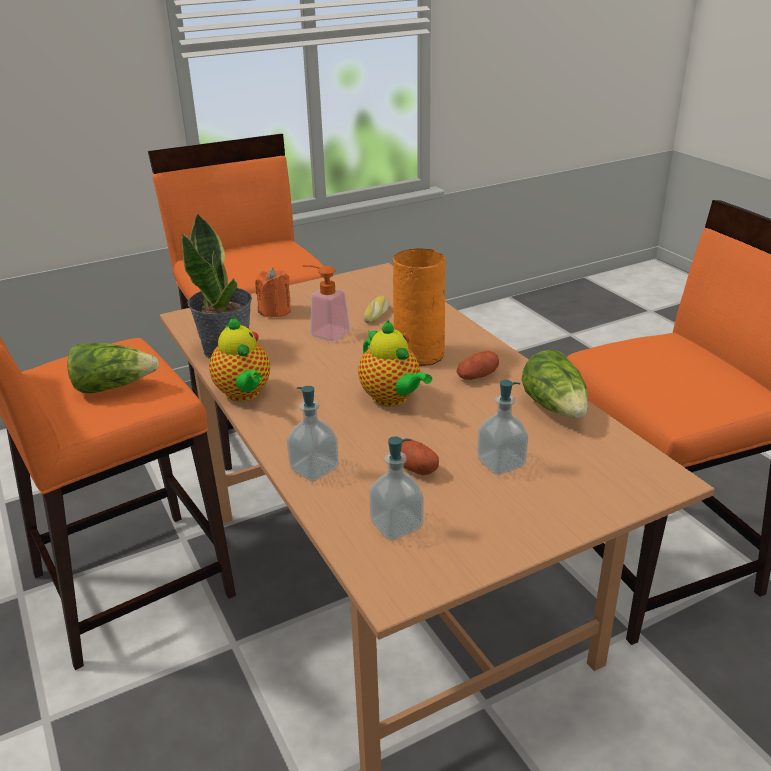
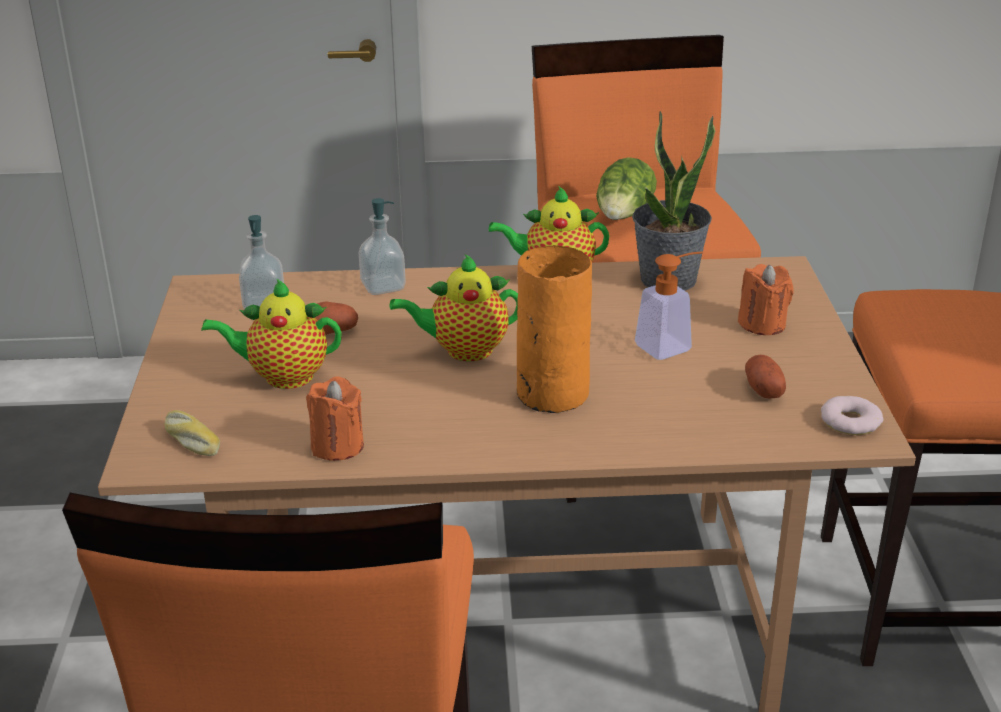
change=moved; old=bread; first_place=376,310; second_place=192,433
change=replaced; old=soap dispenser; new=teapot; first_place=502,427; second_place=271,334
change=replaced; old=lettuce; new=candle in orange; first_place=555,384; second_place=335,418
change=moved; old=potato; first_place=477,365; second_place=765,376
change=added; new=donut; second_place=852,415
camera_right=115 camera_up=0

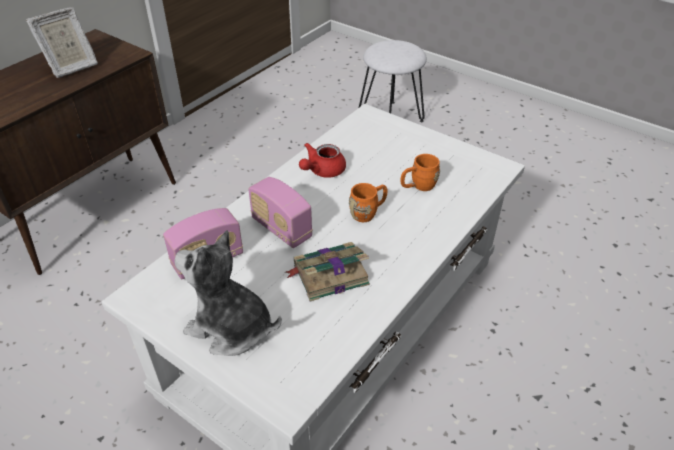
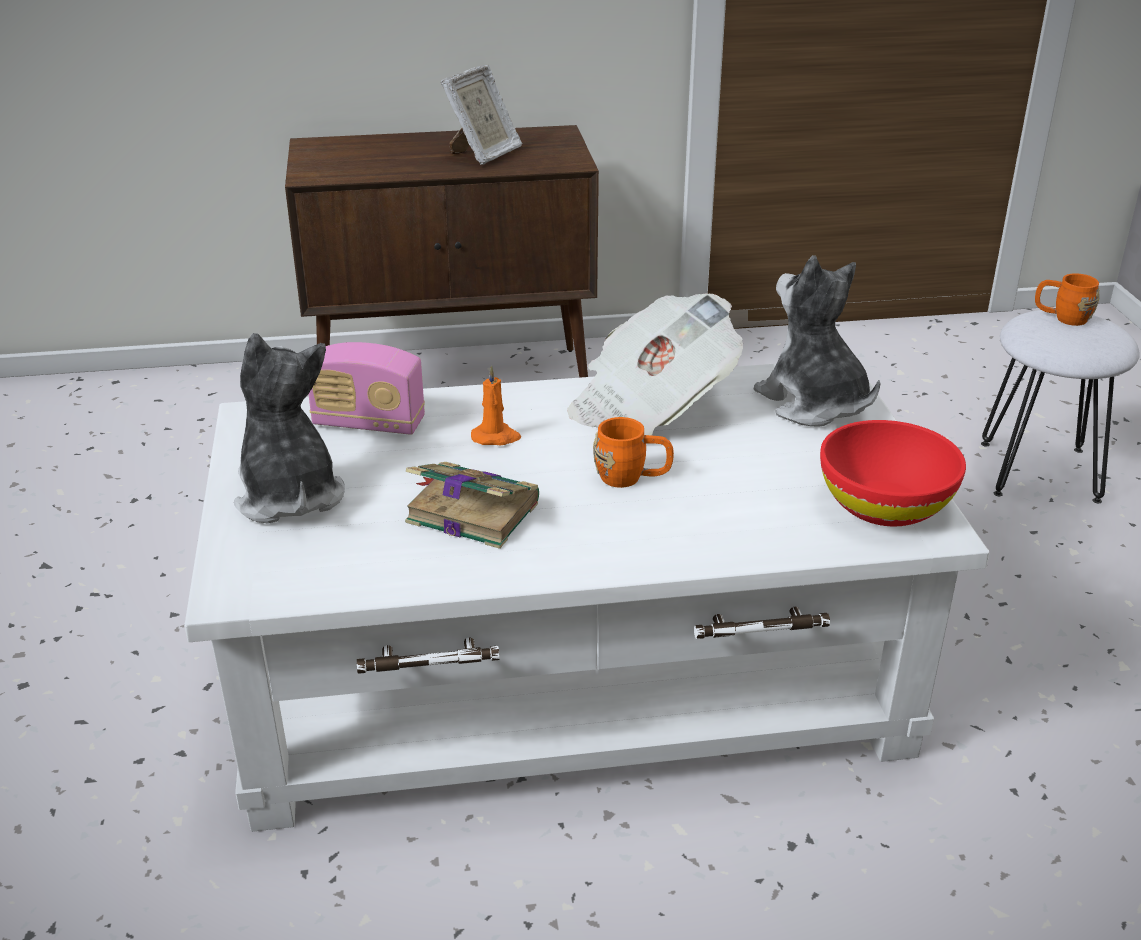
change=turned; old=picture frame; first_place=62,42; second_place=481,114; degrees=-60
change=replaced; old=radio; new=candle in orange; first_place=280,212; second_place=496,405
change=replaced; old=teapot in red; new=newspaper; first_place=322,160; second_place=655,364
change=added; new=plush toy; second_place=817,341
change=added; new=bowl in red; second_place=893,473
change=moved; old=mug in orange; first_place=420,172; second_place=1067,299
camera_right=45 camera_up=-10

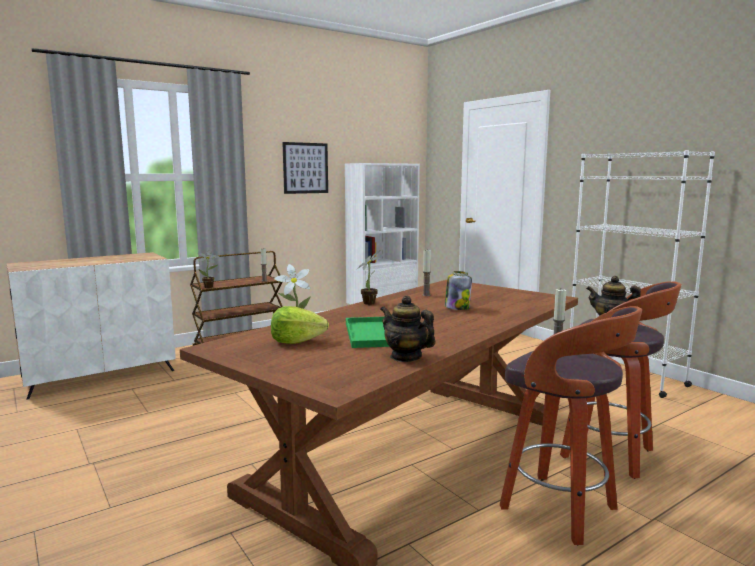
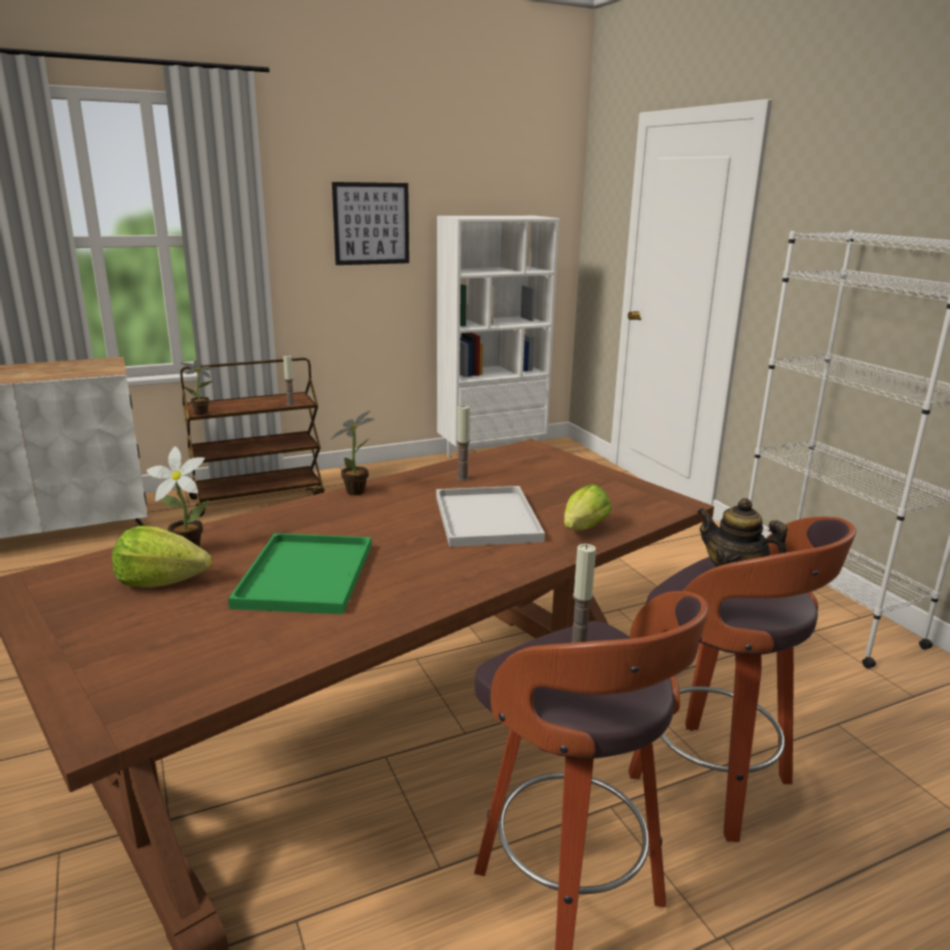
change=replaced; old=jar; new=tray in white; first_place=458,290; second_place=490,516
change=added; new=lettuce; second_place=588,507
change=removed; old=teapot; first_place=408,328
camera_right=10 camera_up=10

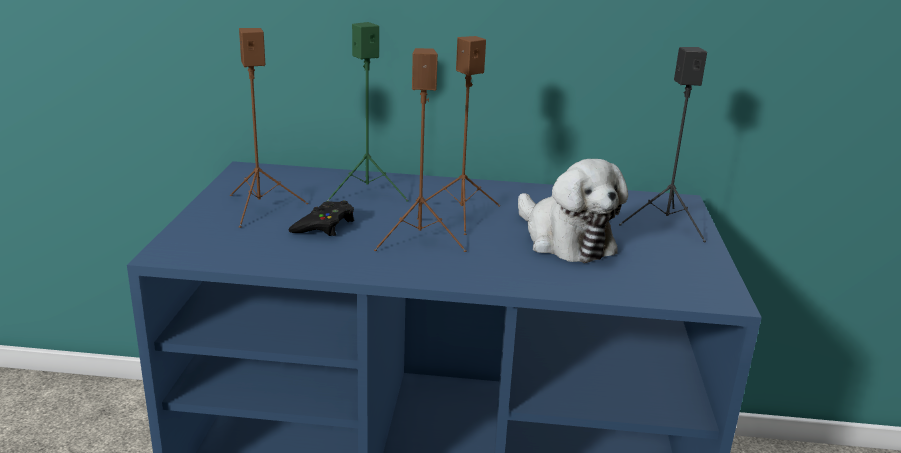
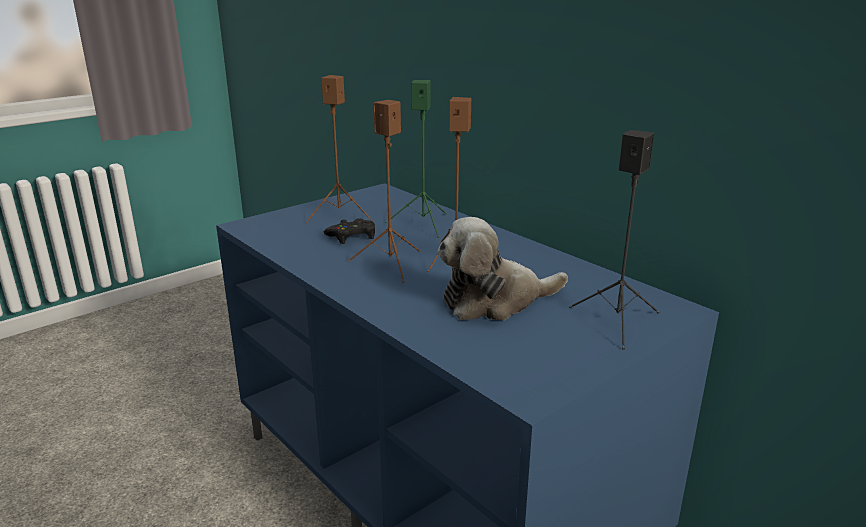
change=turned; old=plush toy; first_place=573,211; second_place=502,268; degrees=60
camera_right=45 camera_up=0

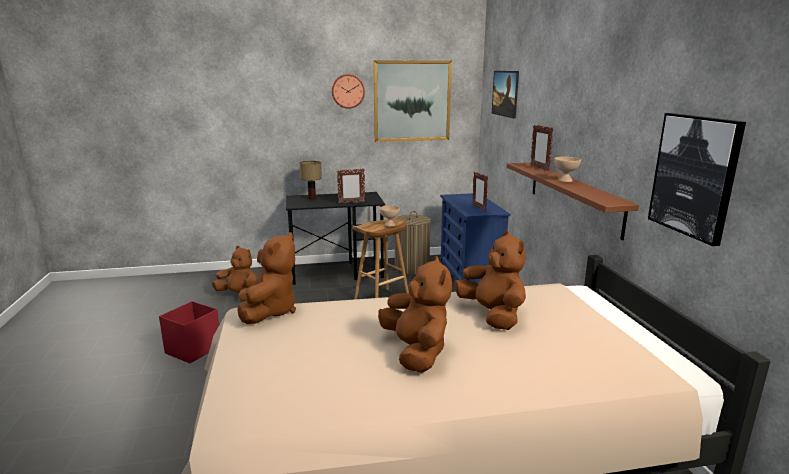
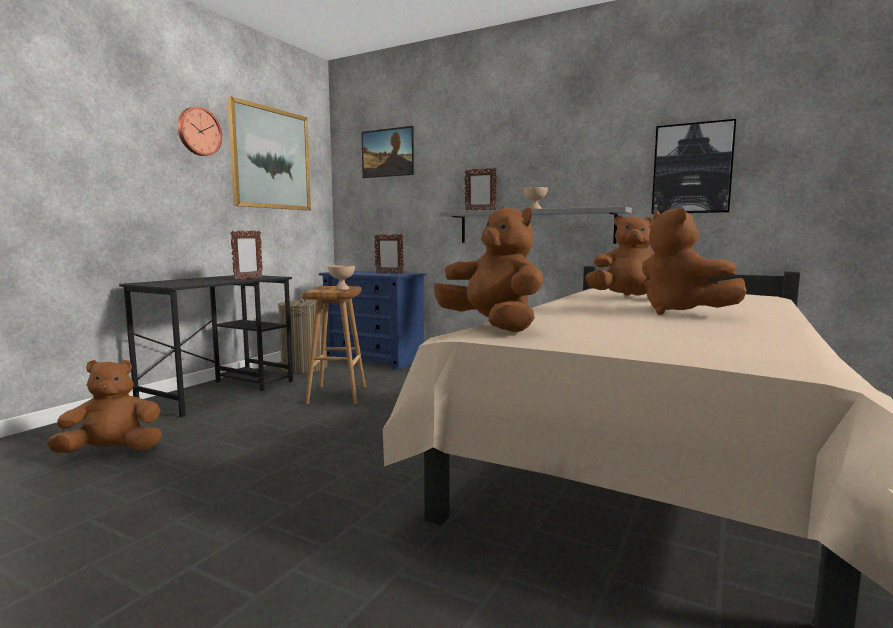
change=recoloured; old=shelf in brown; new=shelf in grey; first_place=573,201; second_place=536,225
change=turned; old=plush toy in brown; first_place=415,314; second_place=694,260; degrees=-135
change=removed; old=storage box in red; first_place=189,332
change=removed; old=table lamp; first_place=310,180
camera_right=-50 camera_up=-10

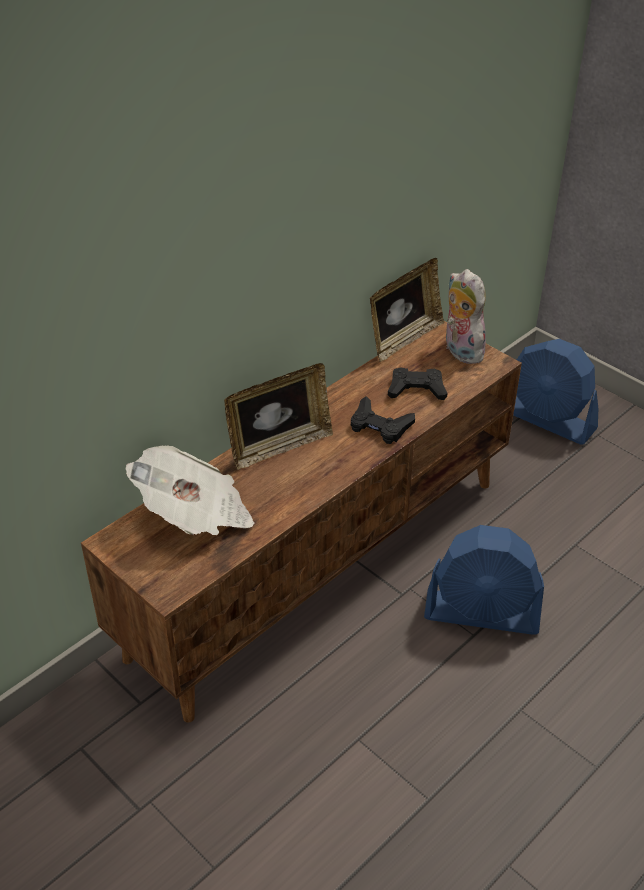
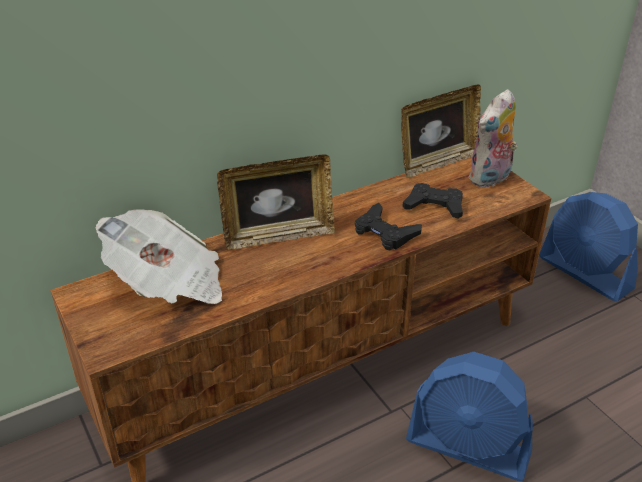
change=turned; old=plush toy; first_place=466,316; second_place=493,138; degrees=-120
camera_right=15 camera_up=-5

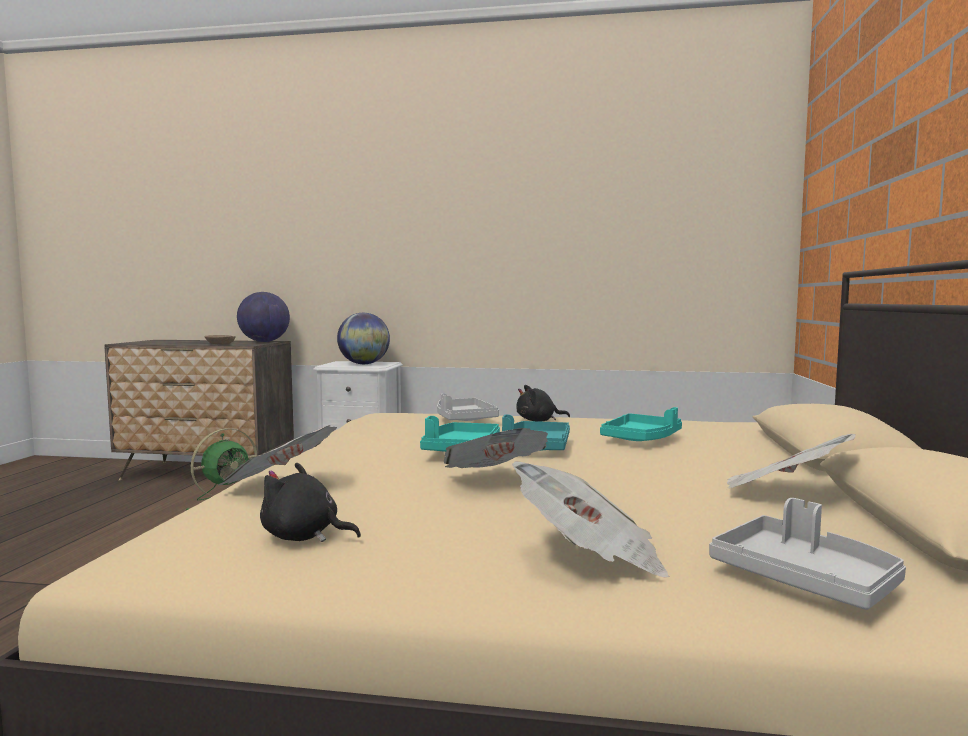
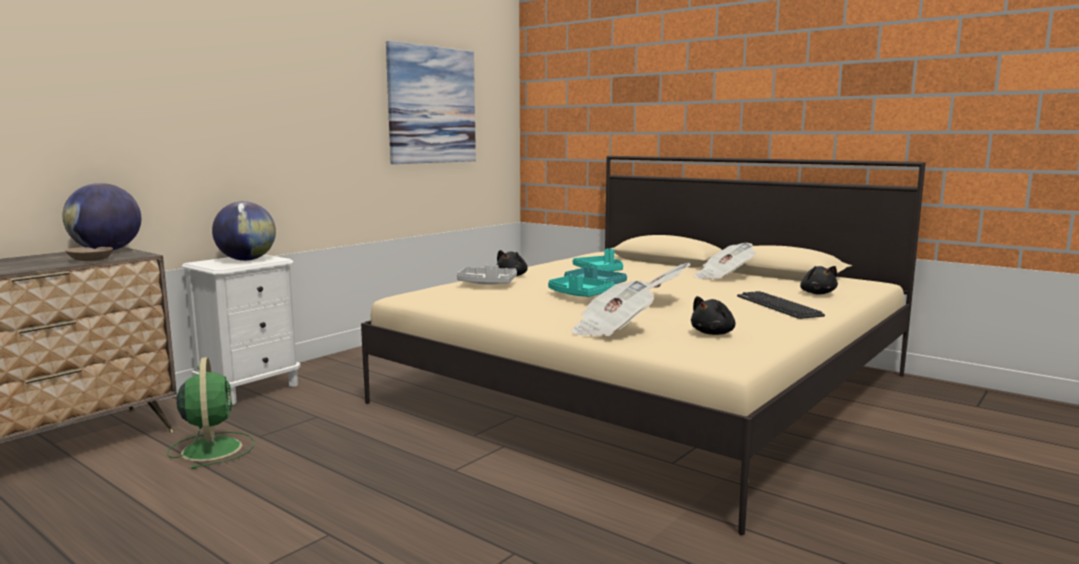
change=added; new=picture; second_place=431,102
change=replaced; old=newspaper; new=keyboard; first_place=591,519; second_place=781,305
change=replaced; old=tray in grey; new=plush toy in black; first_place=807,554; second_place=819,280
camera_right=-60 camera_up=5

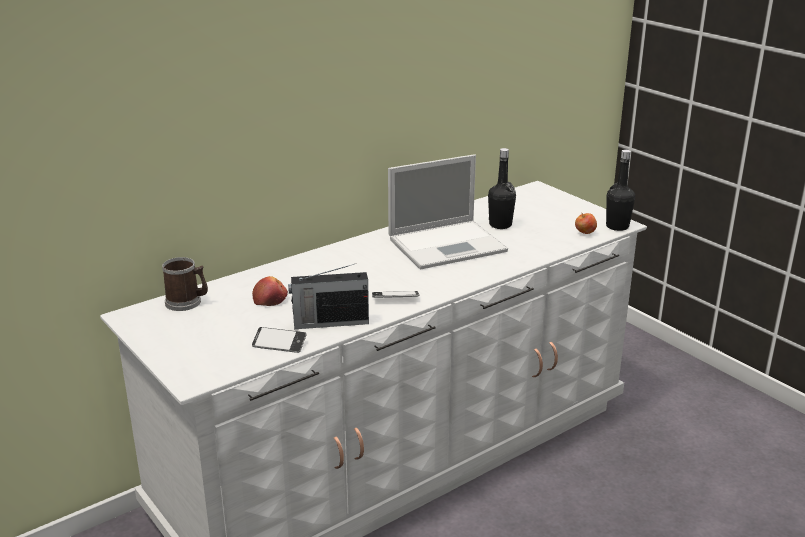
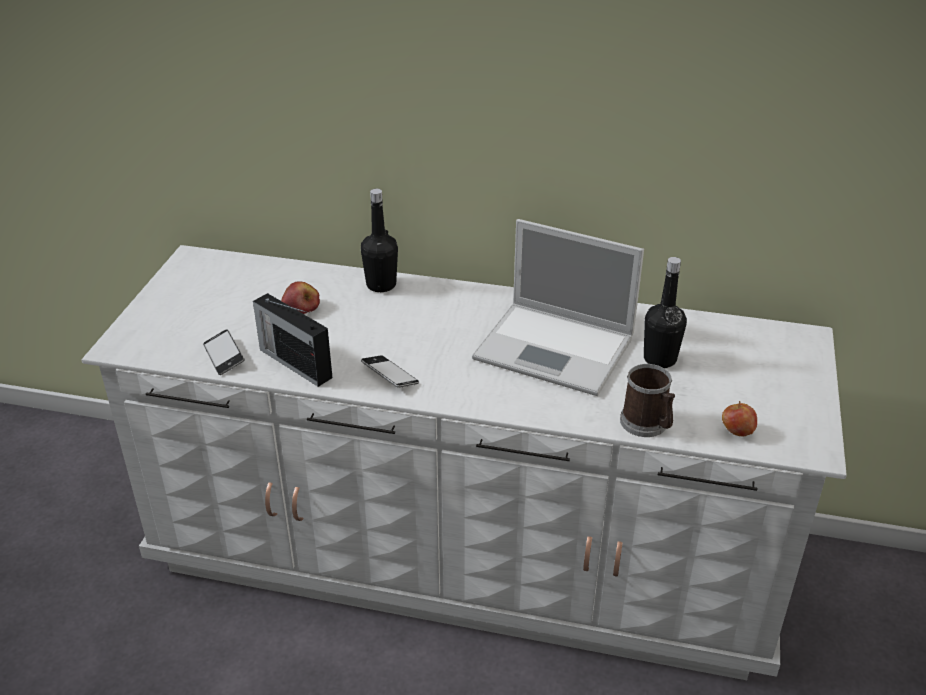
change=moved; old=bottle in black; first_place=620,190; second_place=379,240
change=moved; old=mug; first_place=185,284; second_place=647,400
camera_right=50 camera_up=10

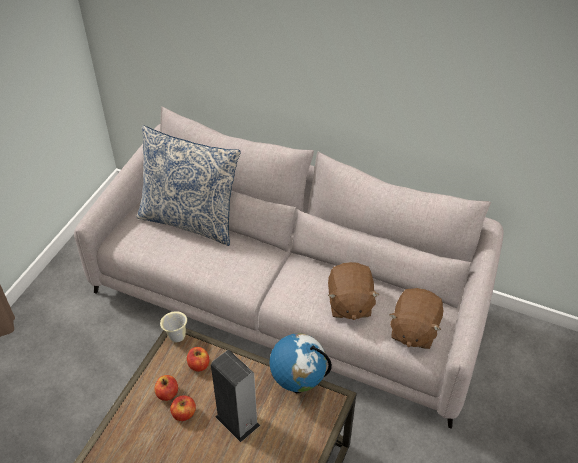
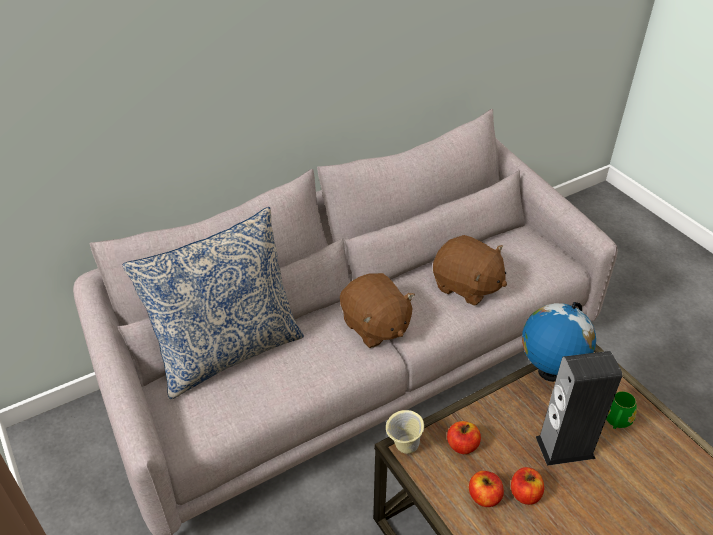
change=moved; old=plush toy in brown; first_place=416,318; second_place=377,310
change=added; new=mug in green; second_place=621,410
camera_right=-55 camera_up=-5

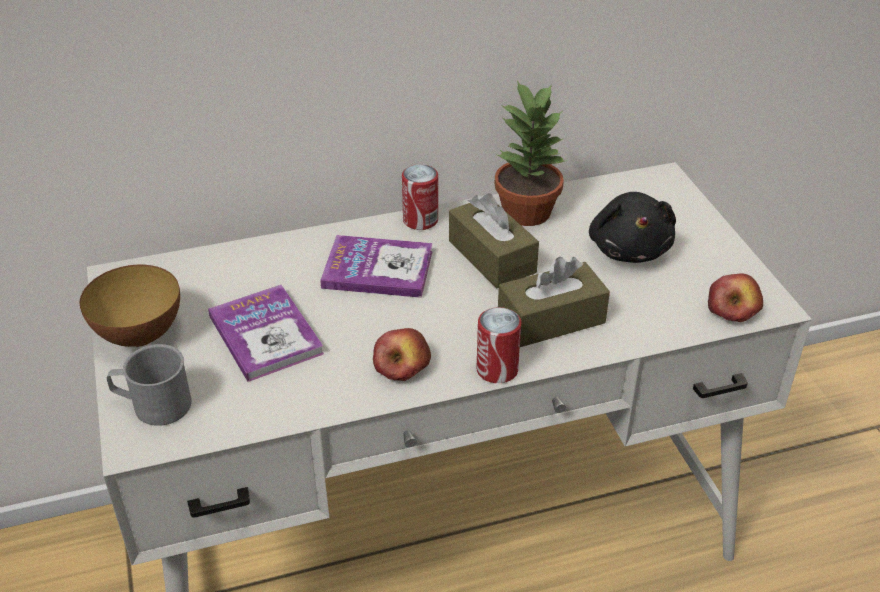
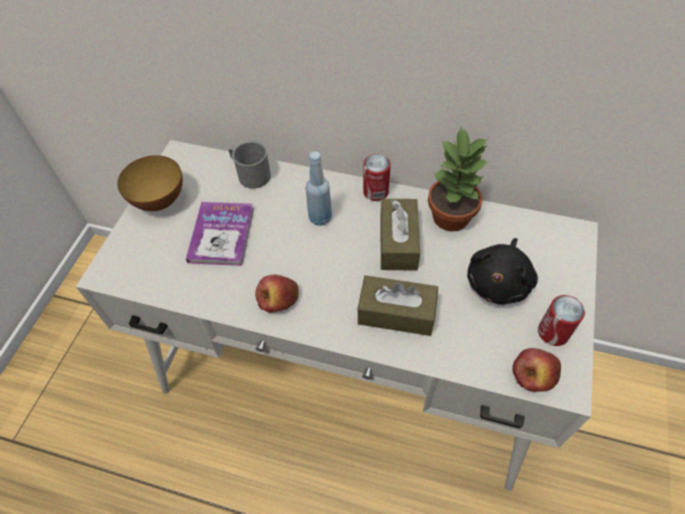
change=moved; old=mug in grey; first_place=149,385; second_place=250,165
change=replaced; old=book; new=bottle in blue; first_place=376,266; second_place=319,188
change=moved; old=can; first_place=499,345; second_place=561,320
camera_right=35 camera_up=15

